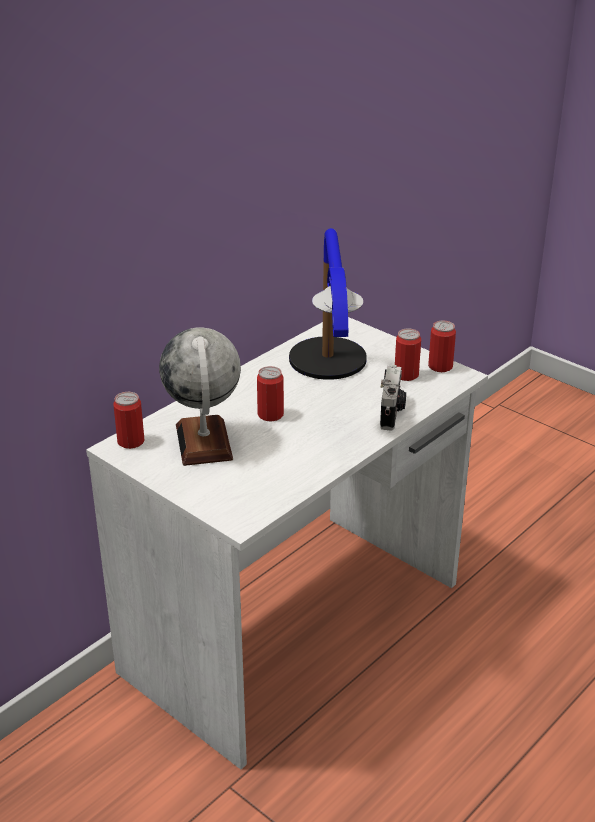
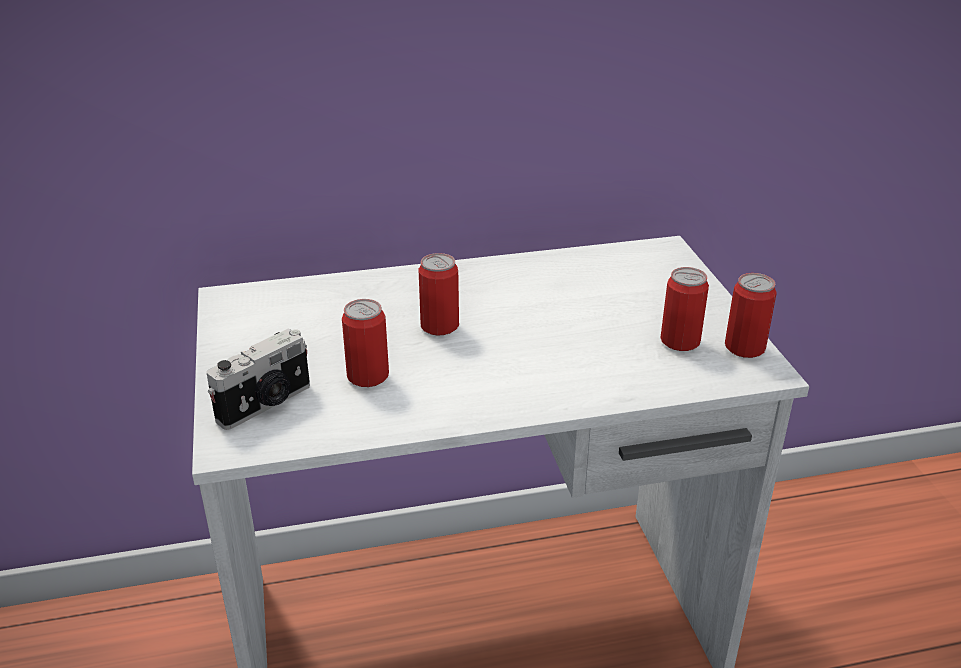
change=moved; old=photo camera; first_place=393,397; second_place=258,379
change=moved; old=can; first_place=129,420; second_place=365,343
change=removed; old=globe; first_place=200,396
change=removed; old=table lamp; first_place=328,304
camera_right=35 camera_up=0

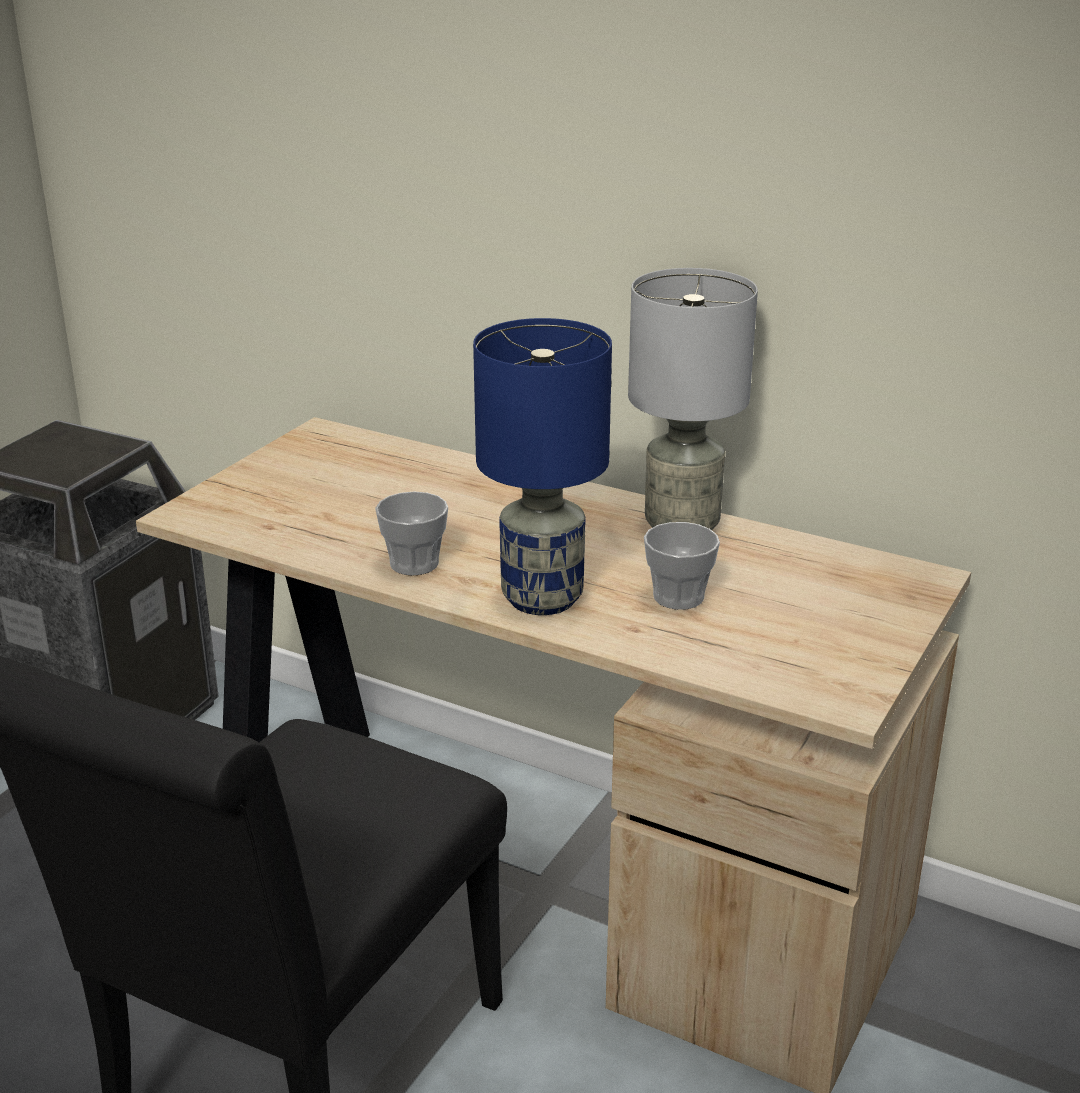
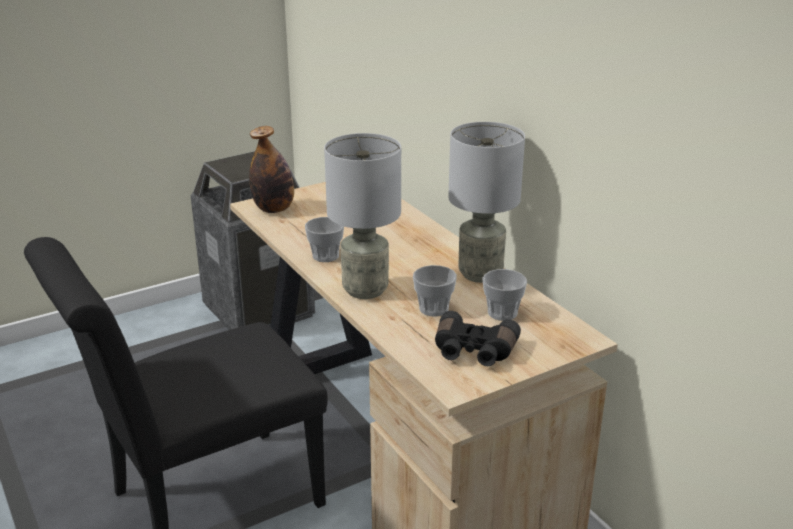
change=added; new=bottle; second_place=271,169
change=recoloured; old=table lamp in blue; new=table lamp in grey; first_place=542,466; second_place=362,216
change=added; new=binoculars in black; second_place=478,338
change=added; new=cup; second_place=504,295
camera_right=30 camera_up=0

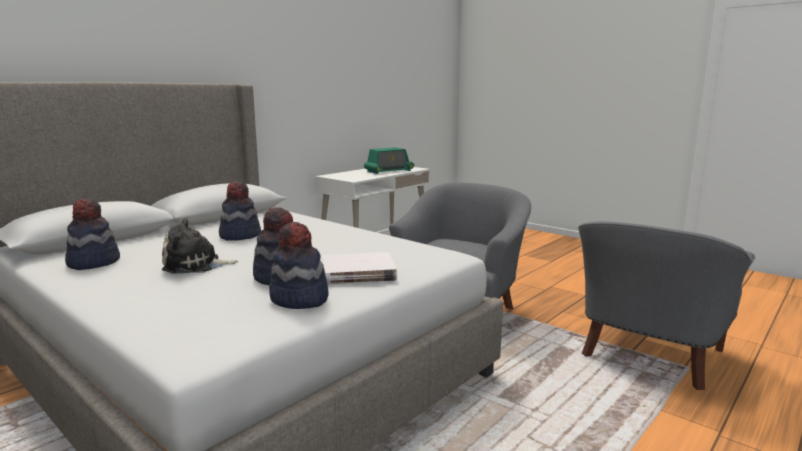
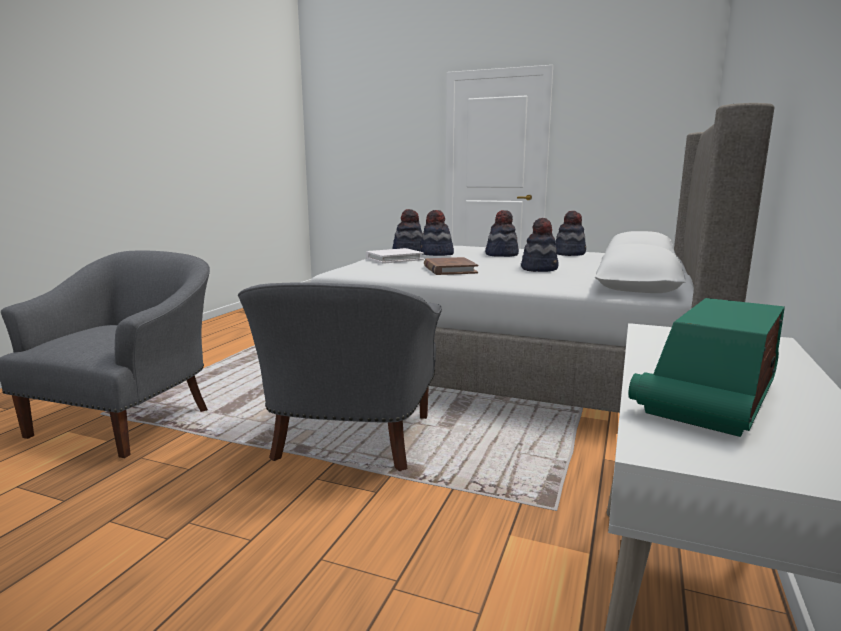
change=added; new=book in brown; second_place=451,266
change=replaced; old=plush toy; new=hat; first_place=199,246; second_place=502,233
camera_right=160 camera_up=0

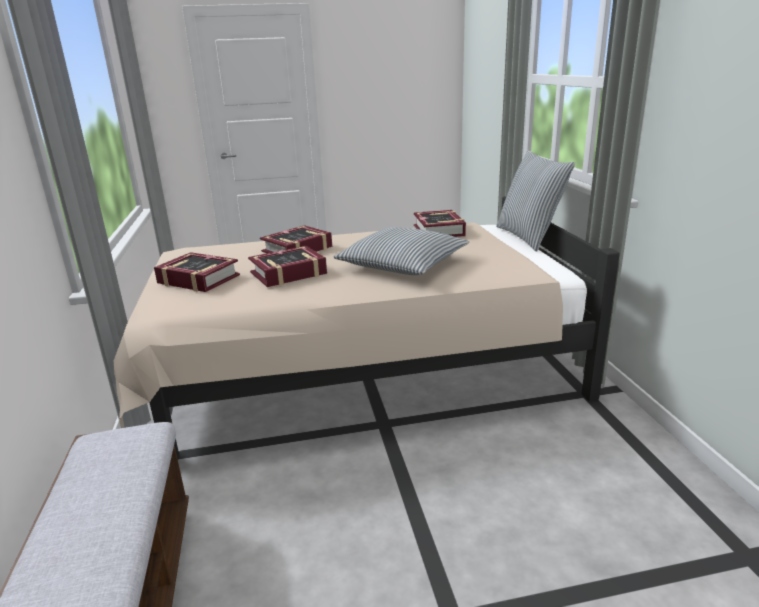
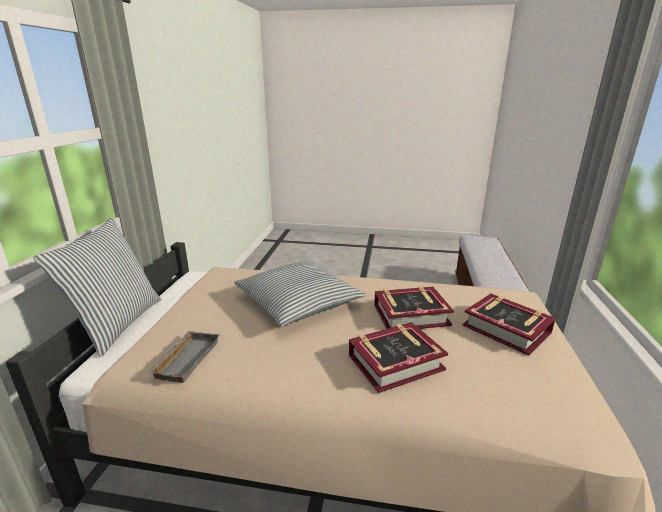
change=replaced; old=book; new=tray in grey; first_place=440,223; second_place=183,357
camera_right=-160 camera_up=0

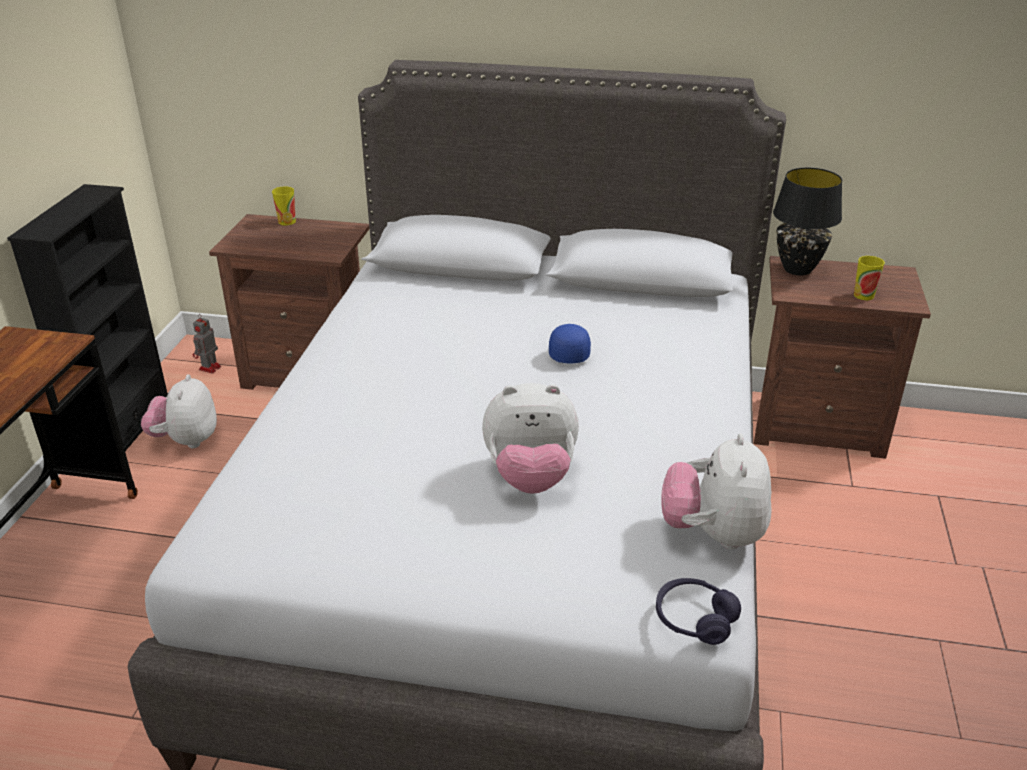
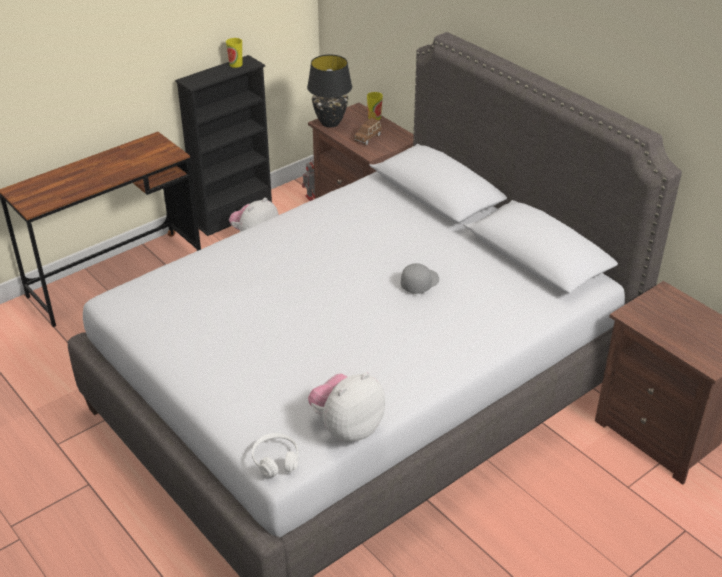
change=moved; old=cup; first_place=869,278; second_place=234,53
change=recoloured; old=headphones in purple; new=headphones in white; first_place=698,611; second_place=275,455
change=moved; old=table lamp in black; first_place=807,222; second_place=329,91
change=added; new=toy car in brown; second_place=367,131
change=recoloured; old=cap in blue; new=cap in grey; first_place=570,344; second_place=420,278
change=removed; old=plush toy; first_place=530,438
camera_right=40 camera_up=5

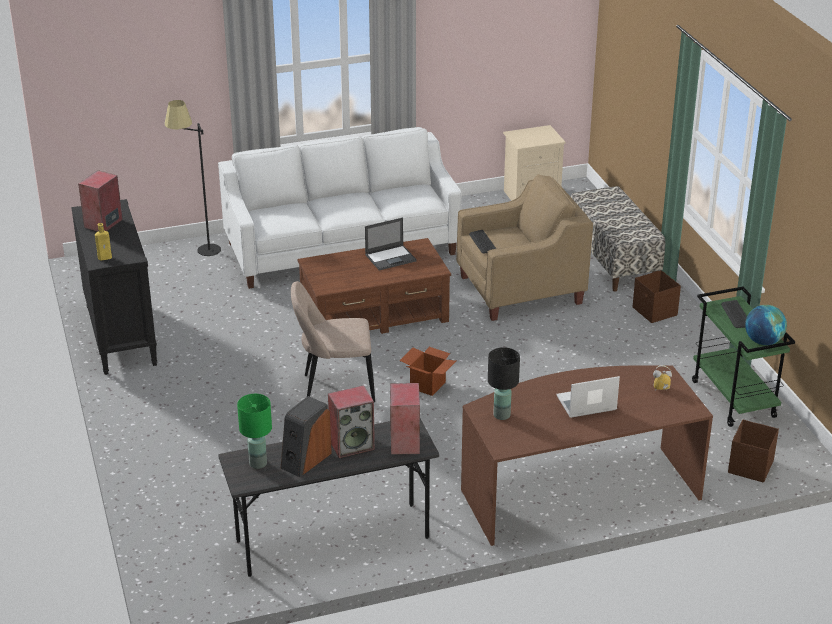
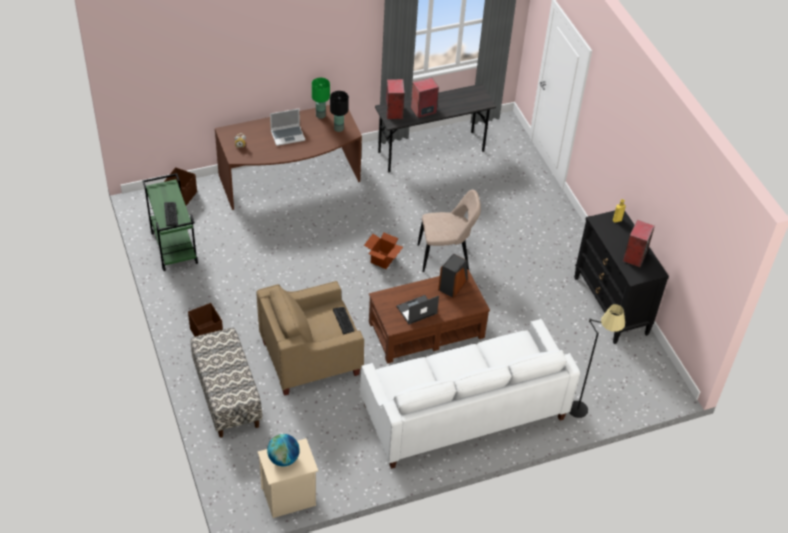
change=moved; old=globe; first_place=766,325; second_place=283,450
change=moved; old=table lamp in green; first_place=254,431; second_place=321,98
change=moved; old=speaker; first_place=306,436; second_place=453,276
camera_right=175 camera_up=15

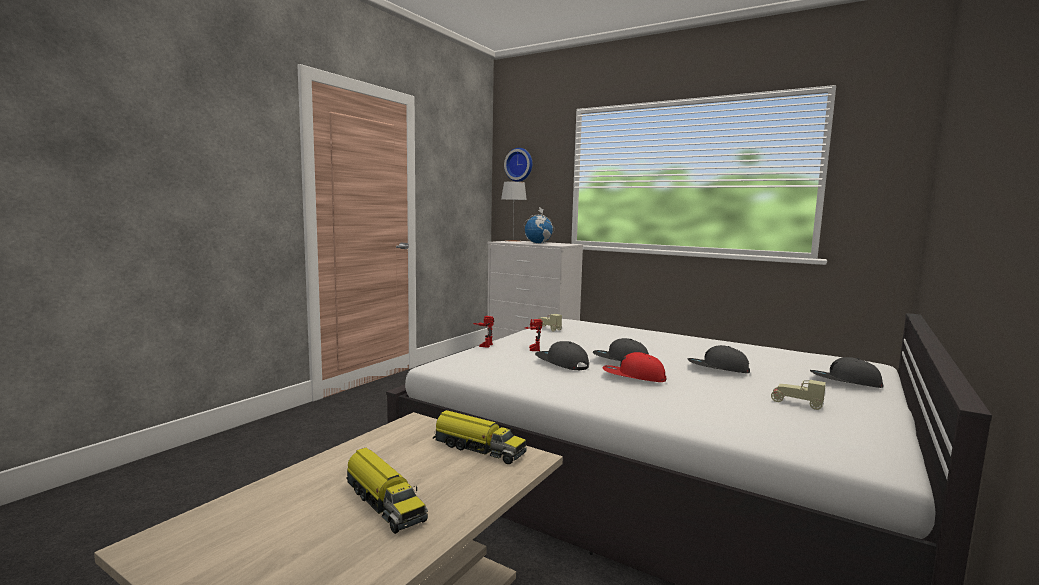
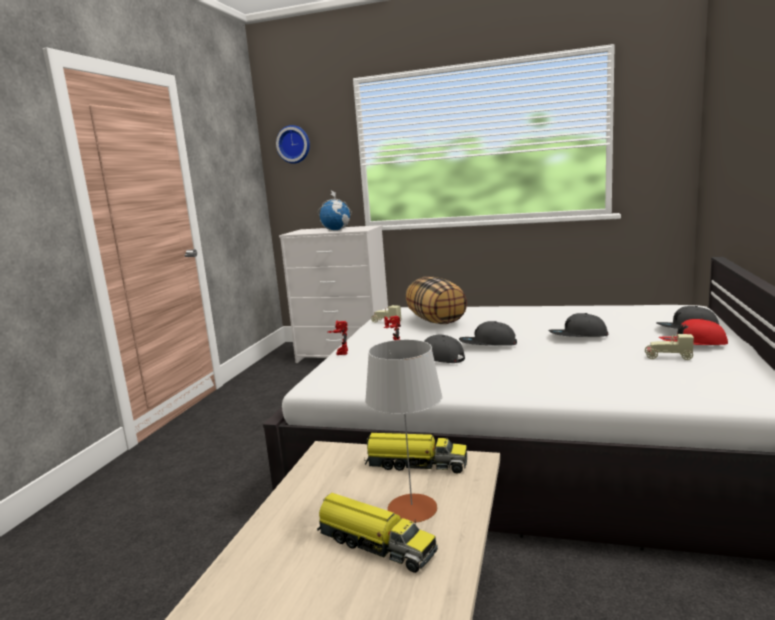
change=moved; old=table lamp in grey; first_place=514,212; second_place=404,431
change=added; new=pillow; second_place=436,300
change=moved; old=cap in red; first_place=634,367; second_place=693,332
camera_right=-15 camera_up=5

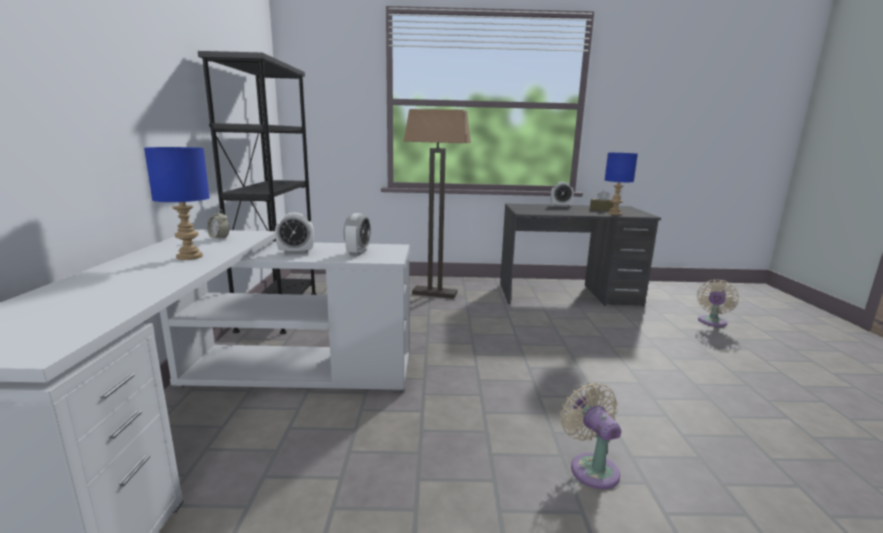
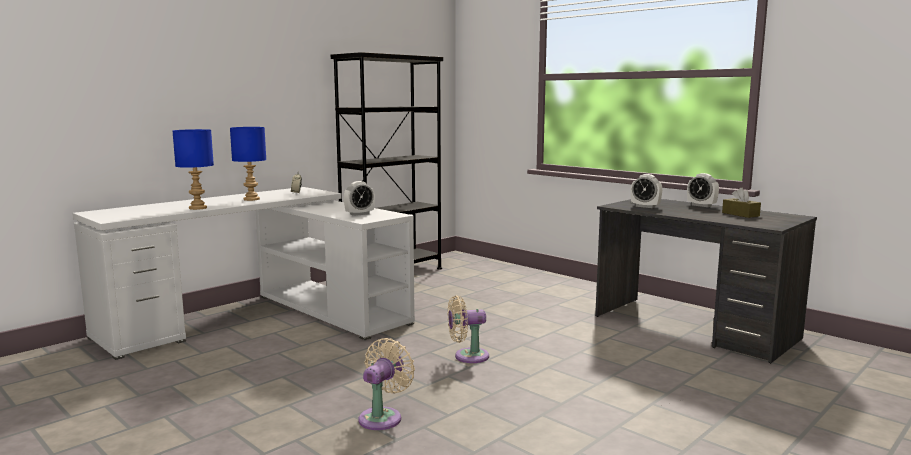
change=moved; old=table lamp in blue; first_place=621,184; second_place=193,169
change=moved; old=fan in beige; first_place=718,303; second_place=468,329
change=moved; old=alarm clock; first_place=294,233; second_place=646,191
change=removed; old=floor lamp; first_place=437,204
camera_right=45 camera_up=-5

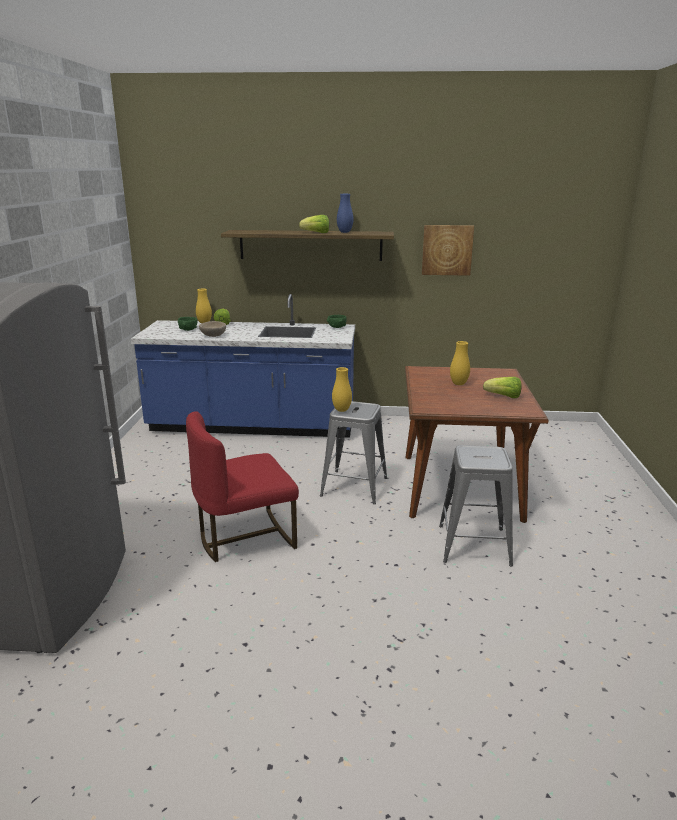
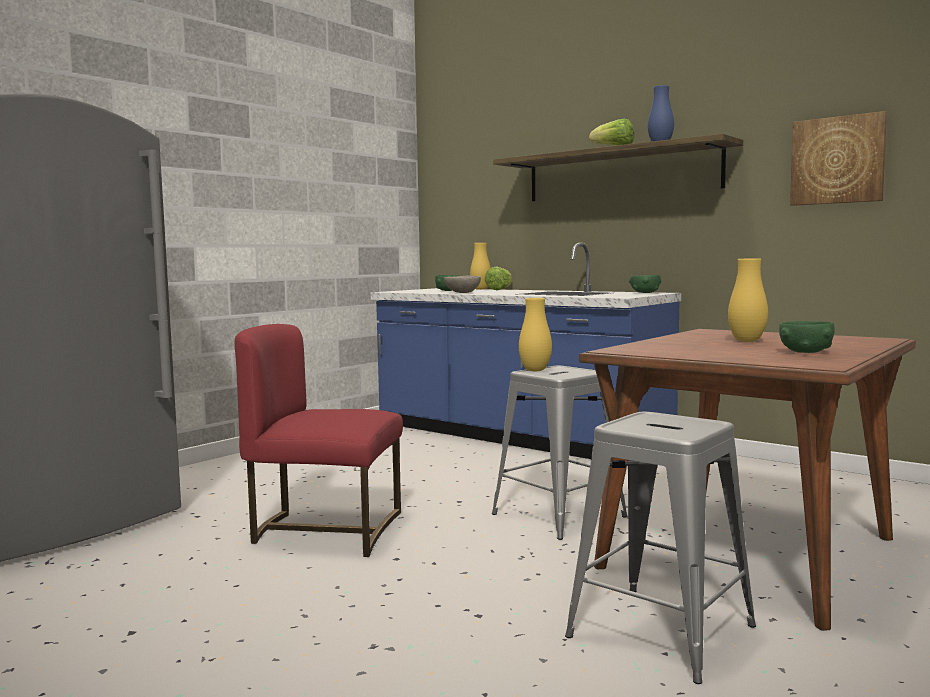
change=replaced; old=lettuce; new=bowl in green; first_place=502,387; second_place=807,337
camera_right=35 camera_up=-15

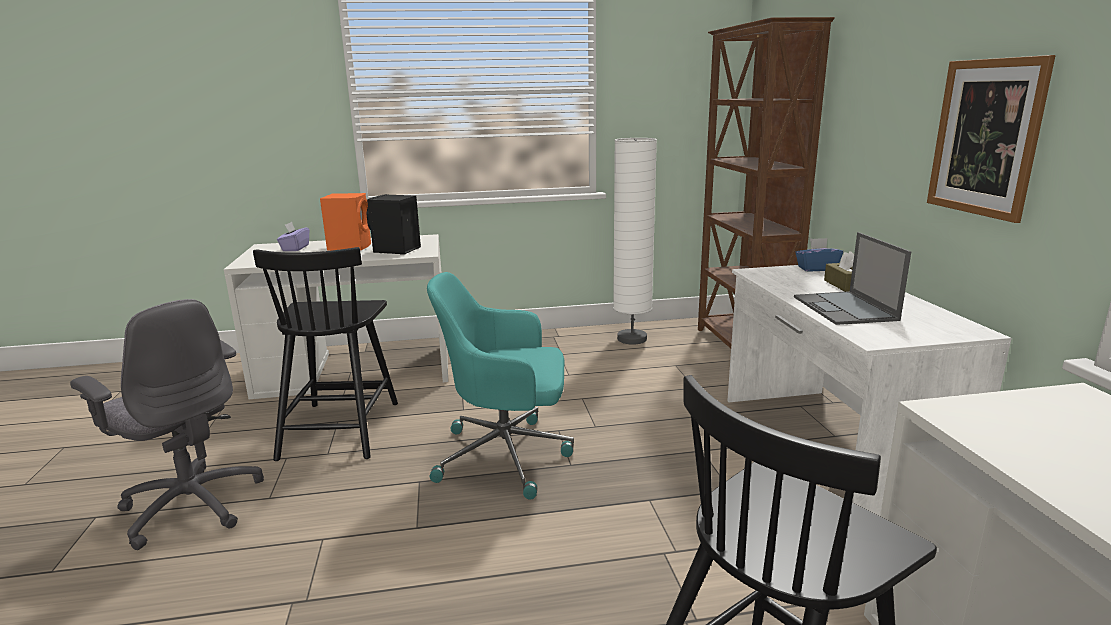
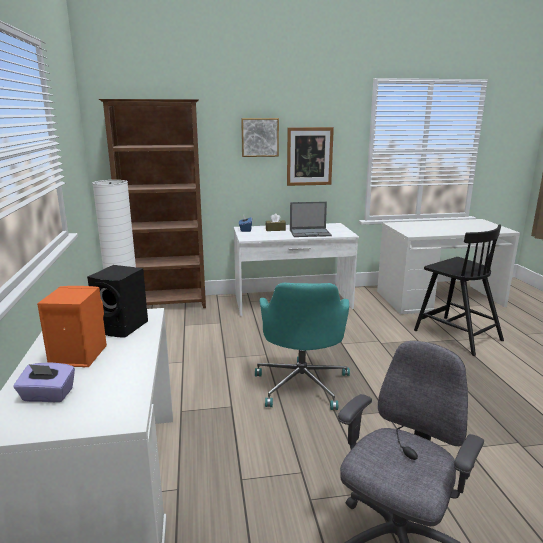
change=added; new=picture; second_place=260,137
change=removed; old=chair in black; first_place=325,354
camera_right=-90 camera_up=0

